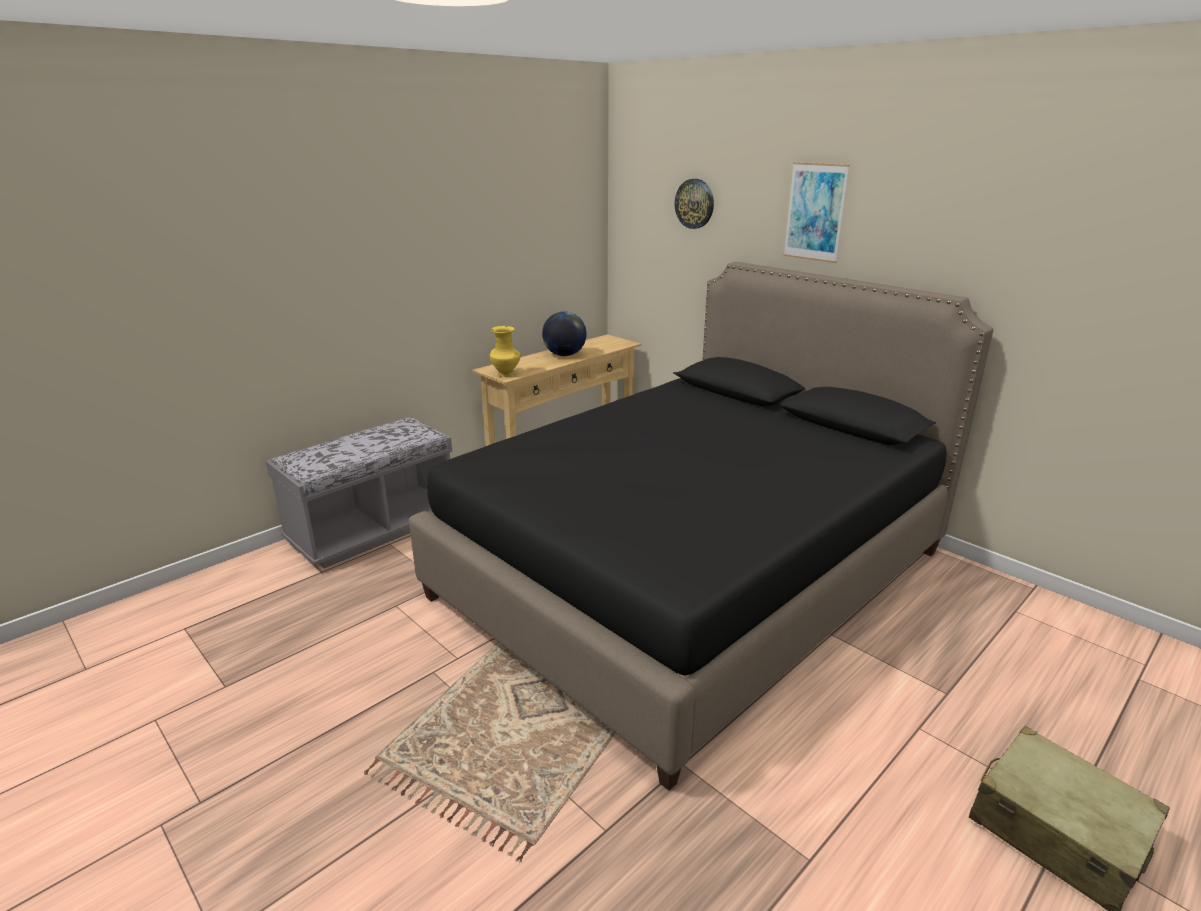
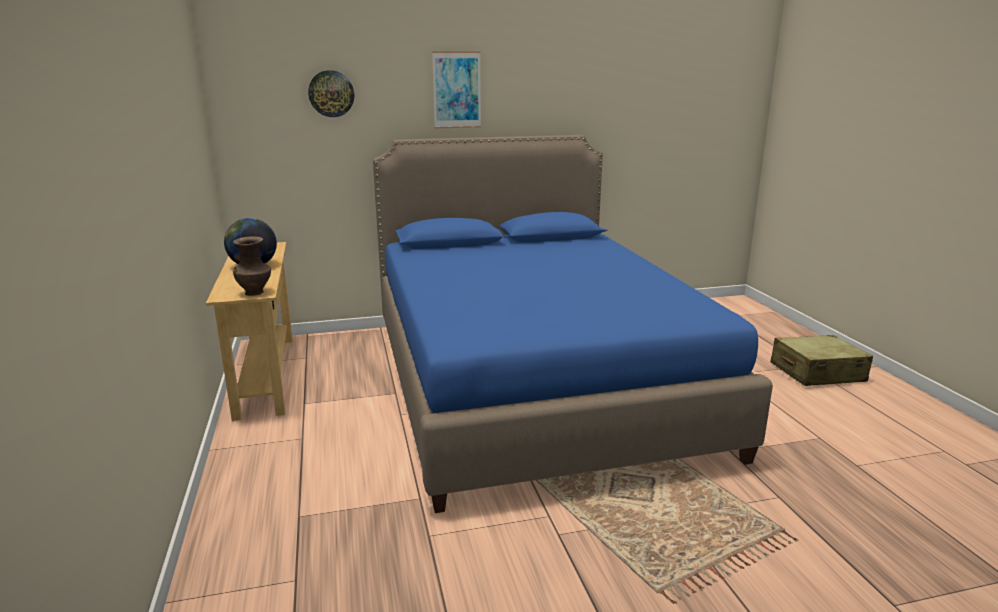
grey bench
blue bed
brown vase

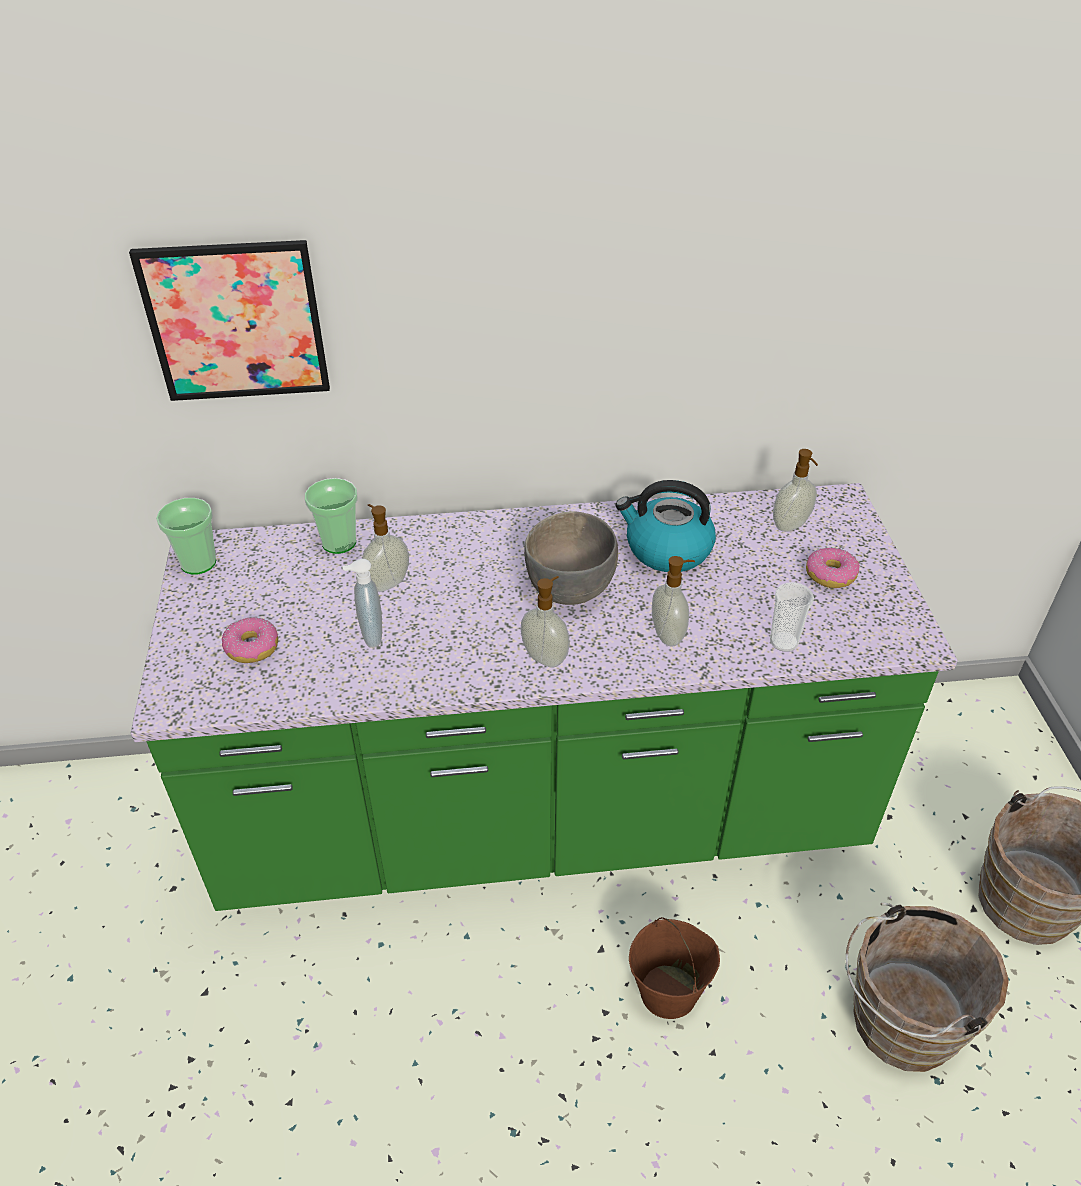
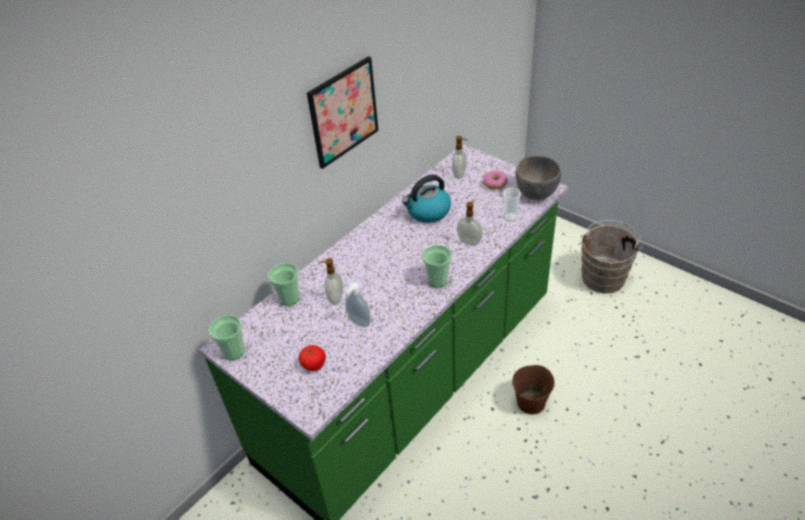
picture
tomato
cup (no. 3 from left)
grey bowl
brown bucket (no. 2 from left in the first image)

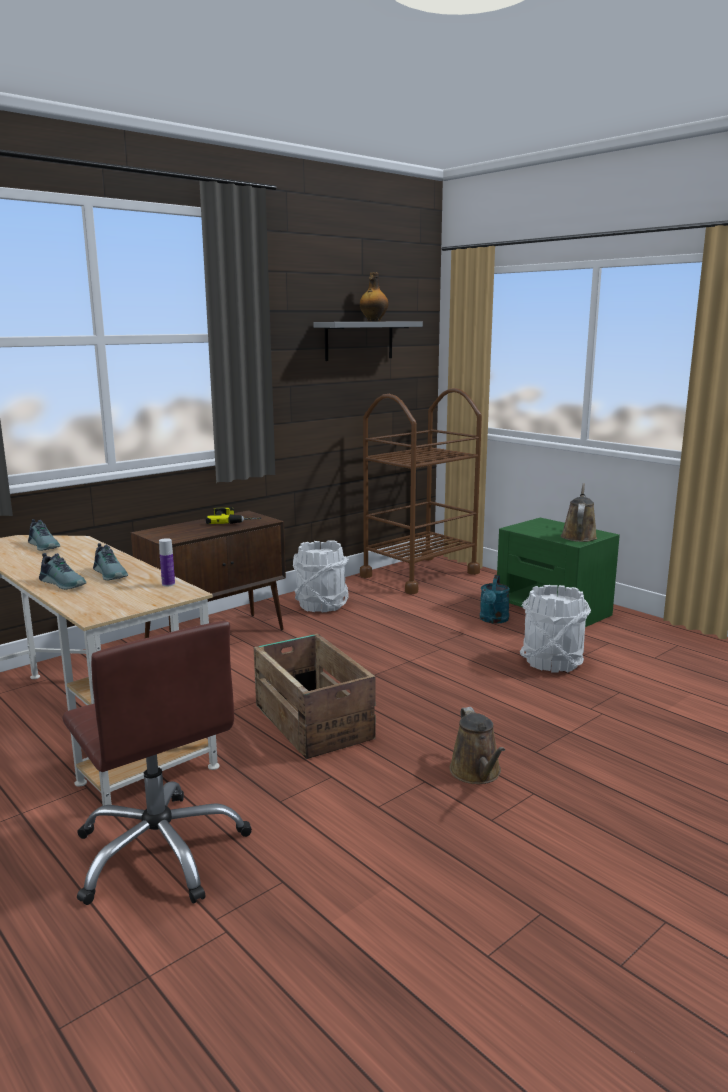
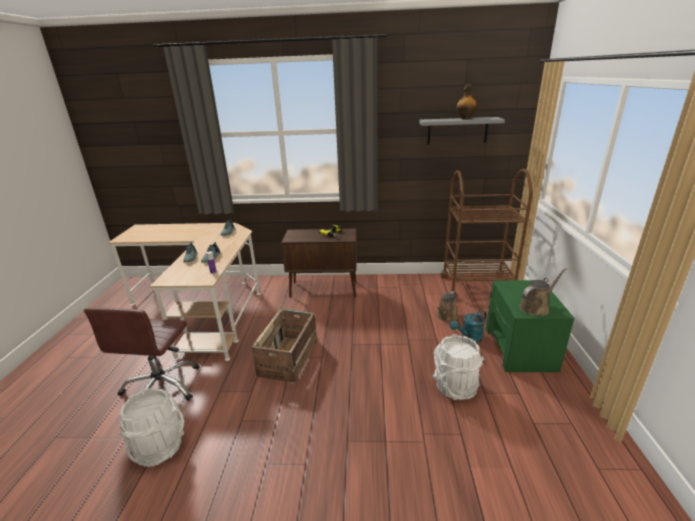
white bucket (no. 1 from left)
brown watering can (no. 1 from left)

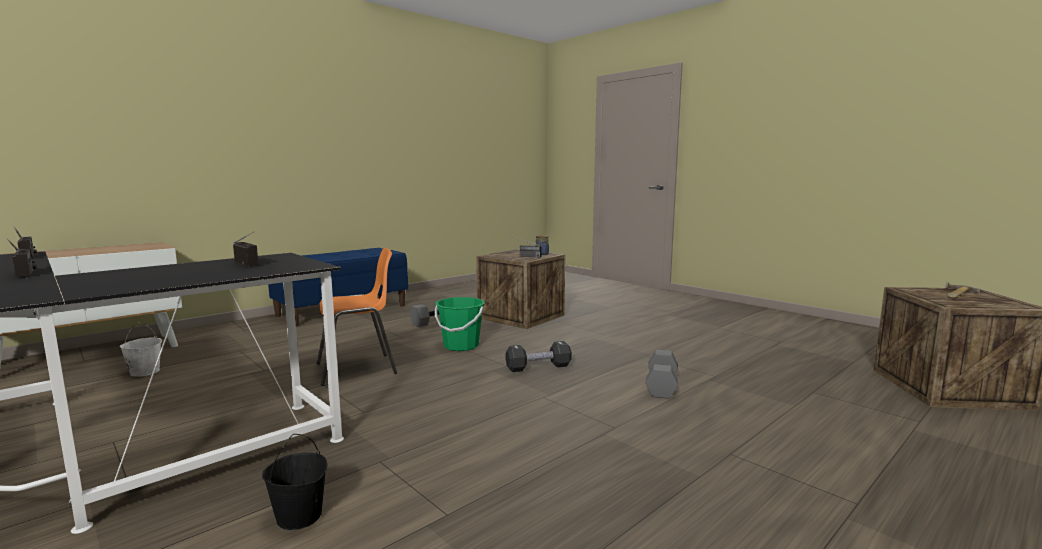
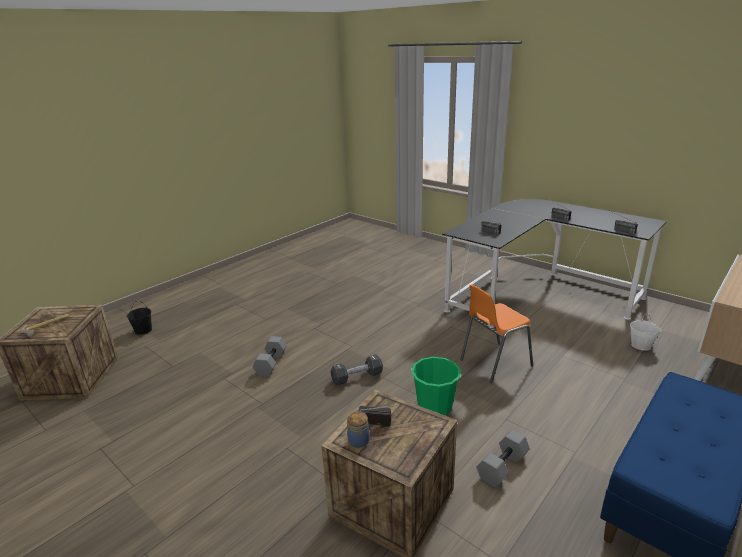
black bucket

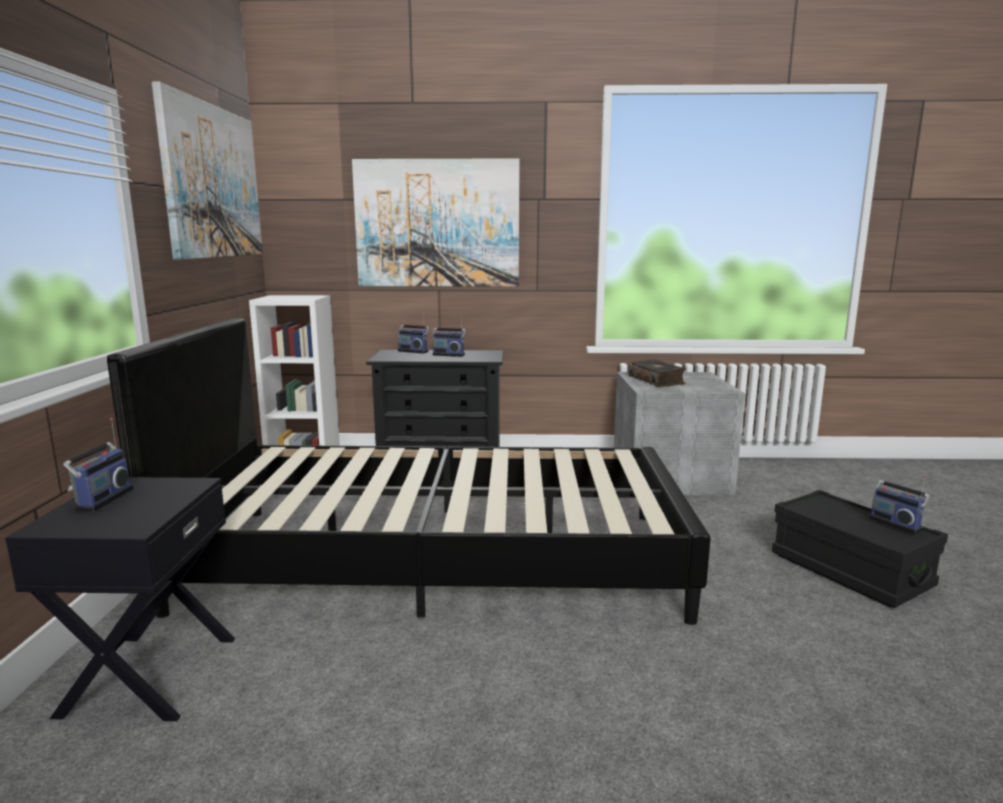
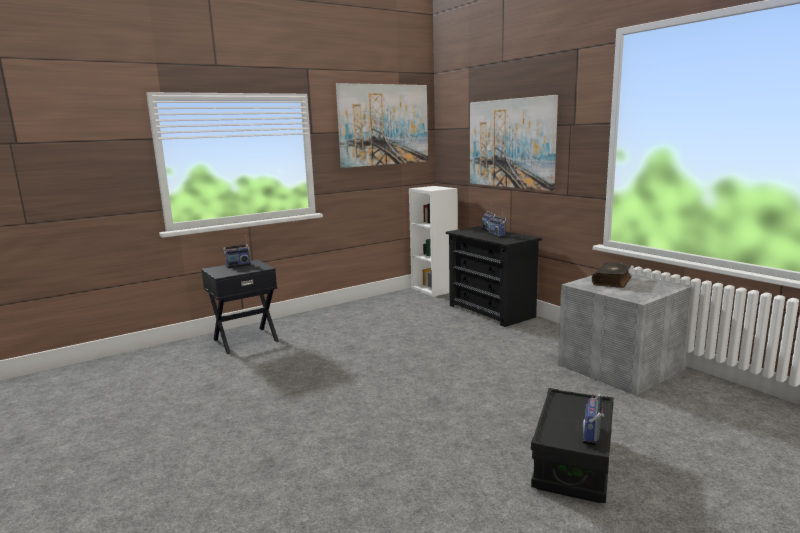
black bed

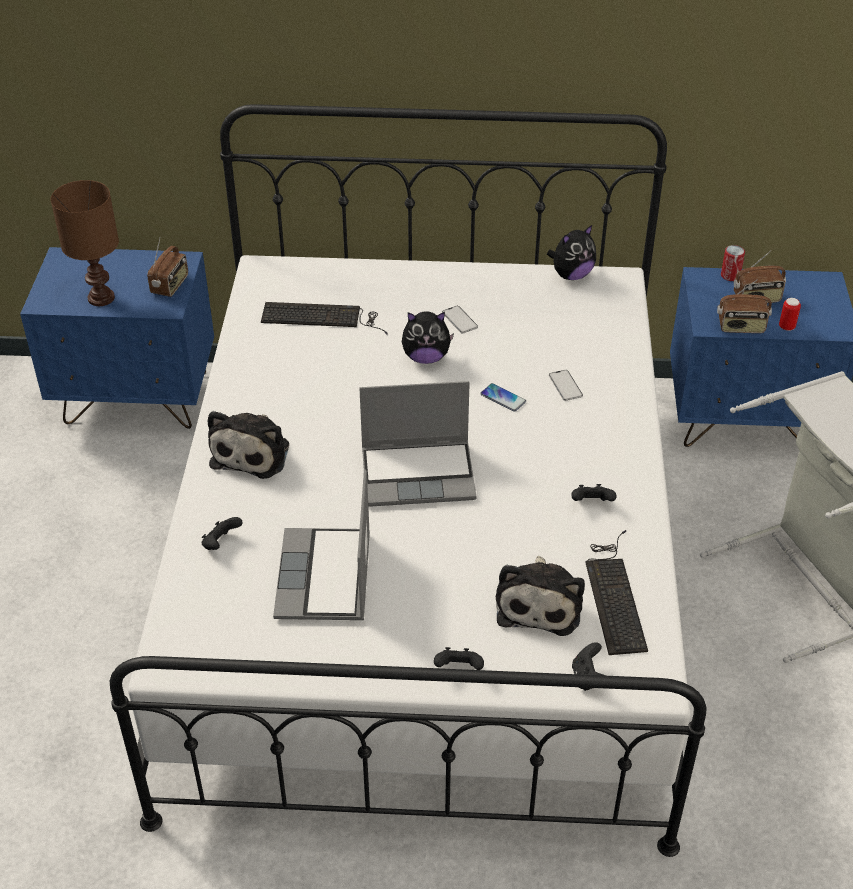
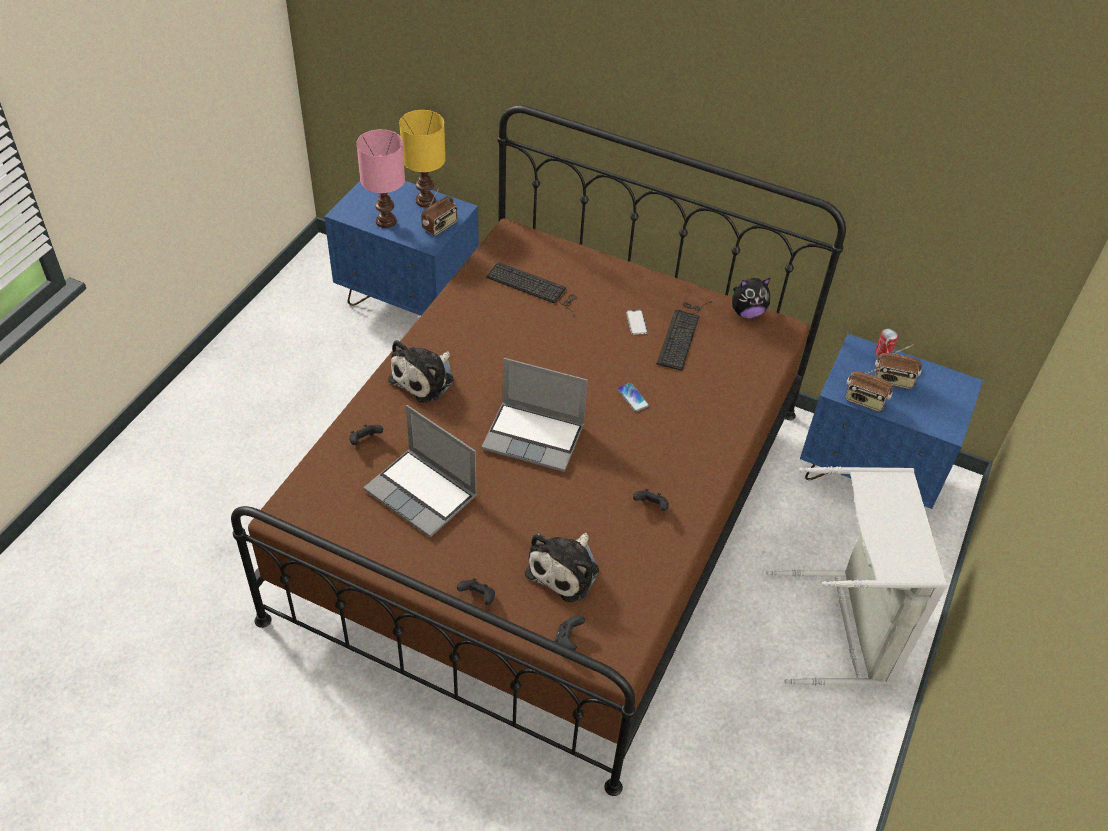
pink table lamp
brown bed
laptop (no. 1 from left)
plush toy (no. 2 from left in the first image)
phone (no. 3 from left in the first image)
keyboard (no. 2 from left)
can (no. 2 from left in the first image)
yellow table lamp

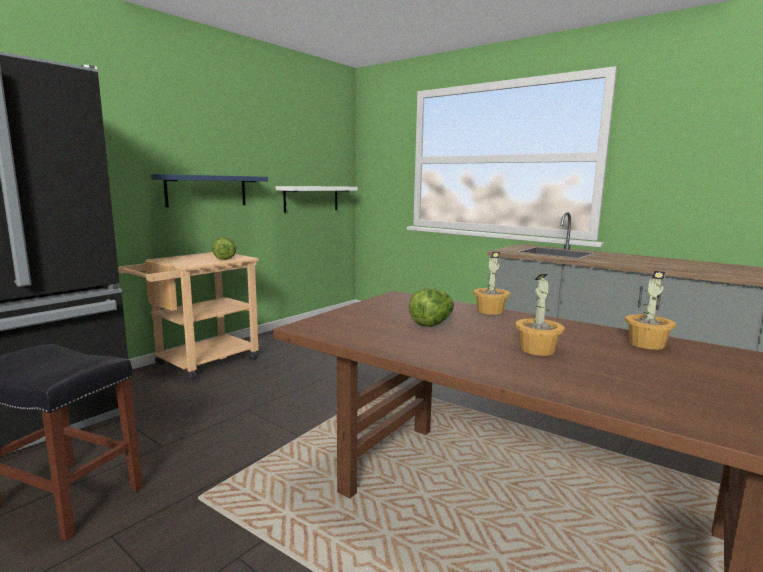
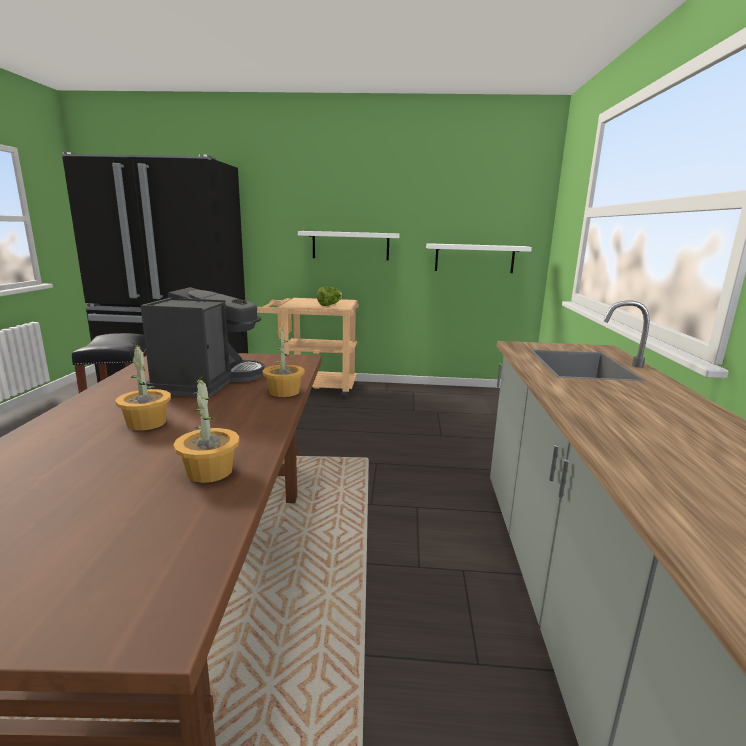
white shelf (no. 1 from left)
coffee machine

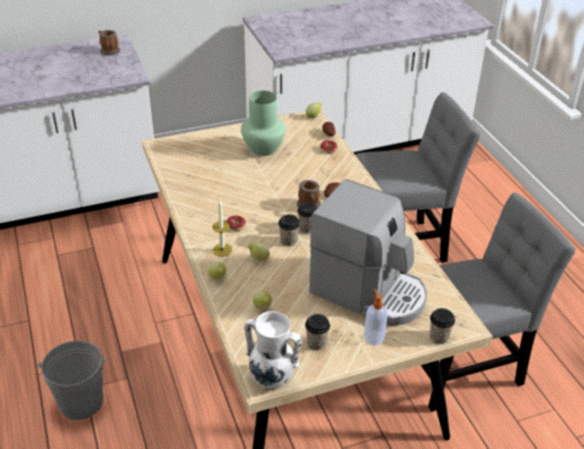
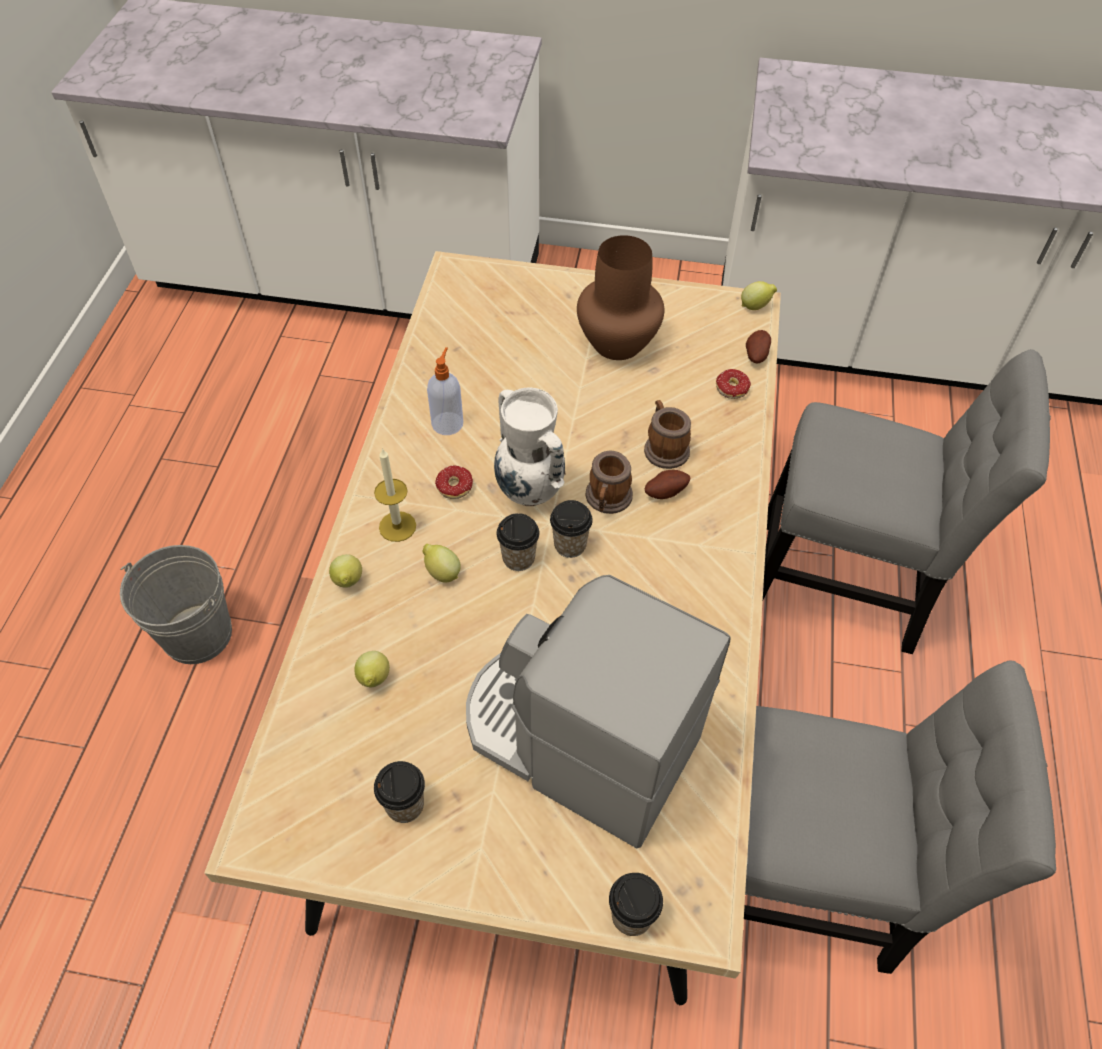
mug (no. 2 from left)
brown vase
white vase
coffee machine
soap dispenser

